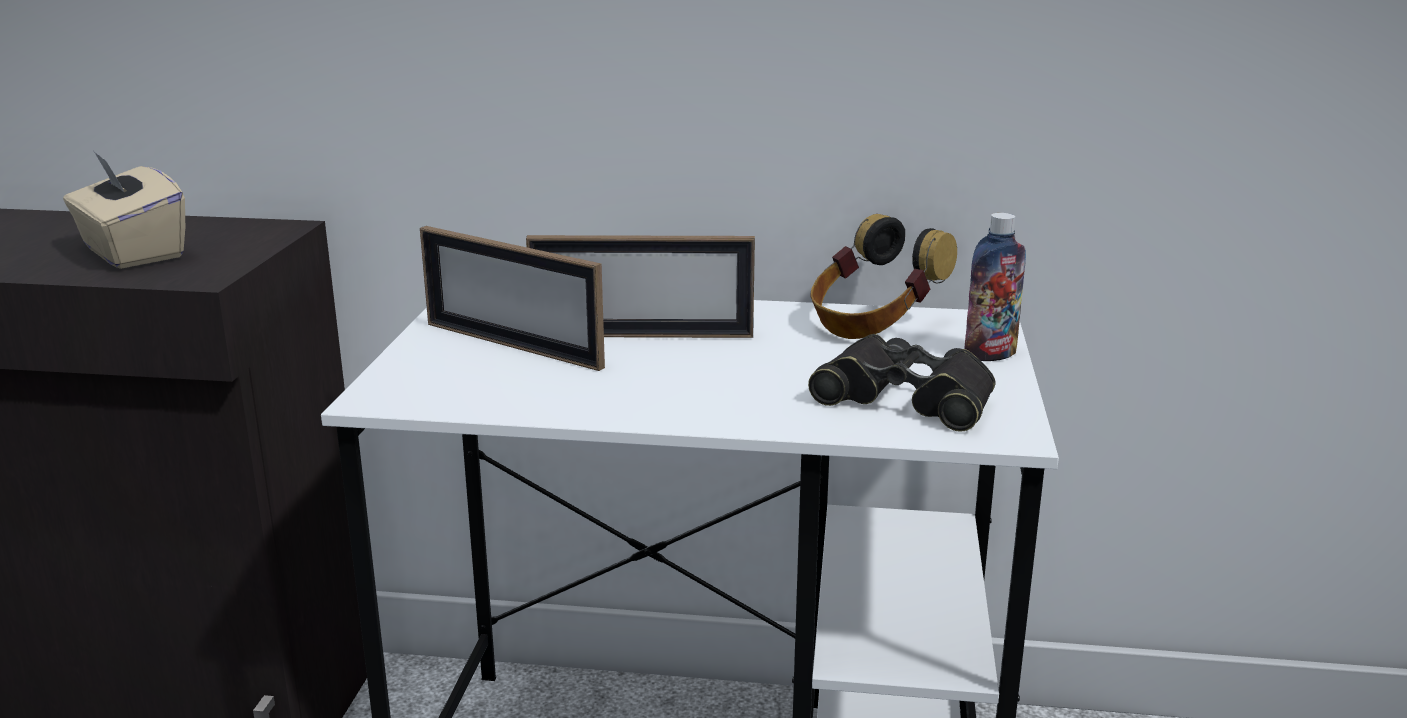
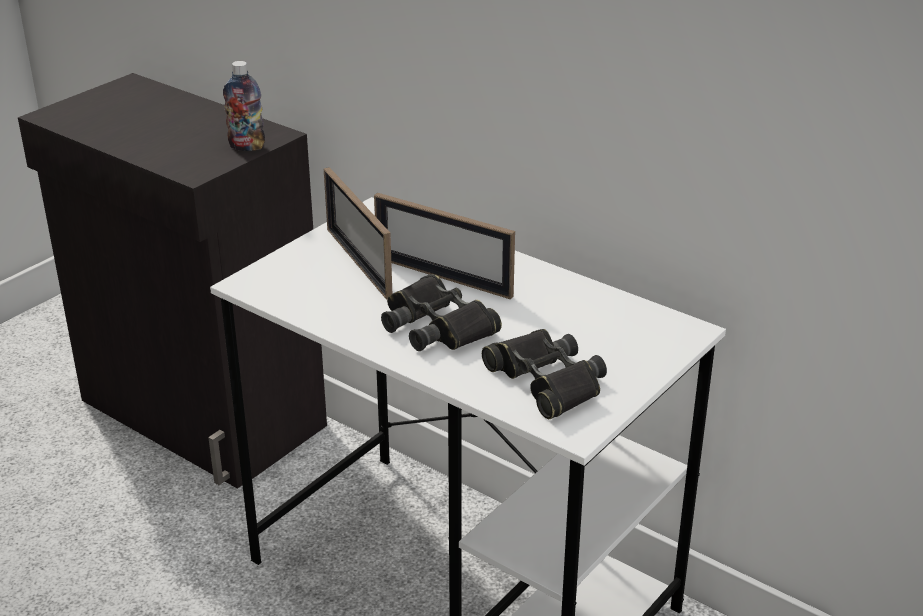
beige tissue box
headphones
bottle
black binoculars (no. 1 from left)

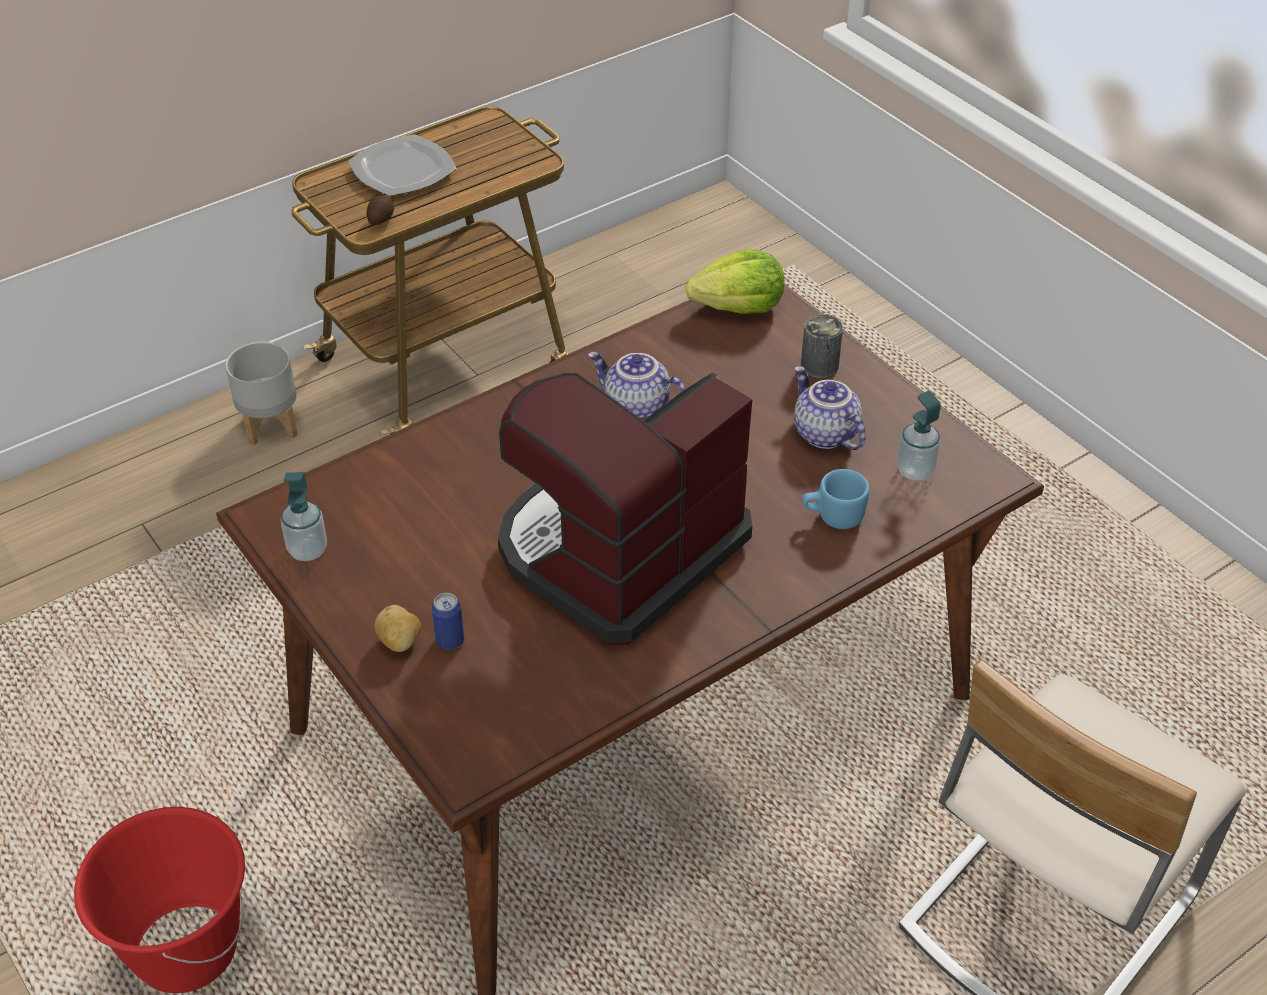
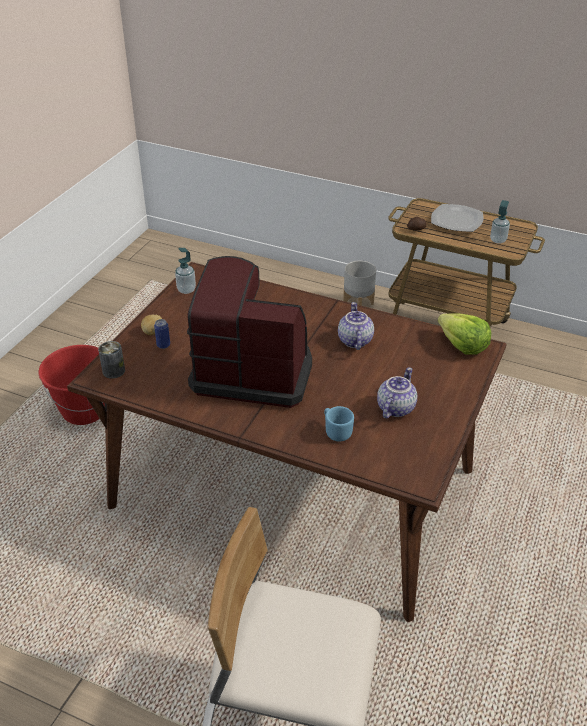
can (no. 1 from left)
soap dispenser (no. 2 from left)

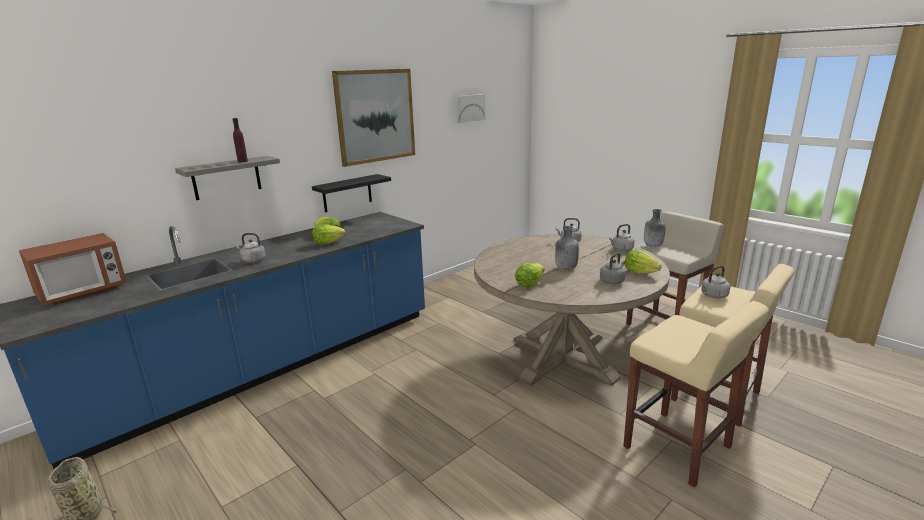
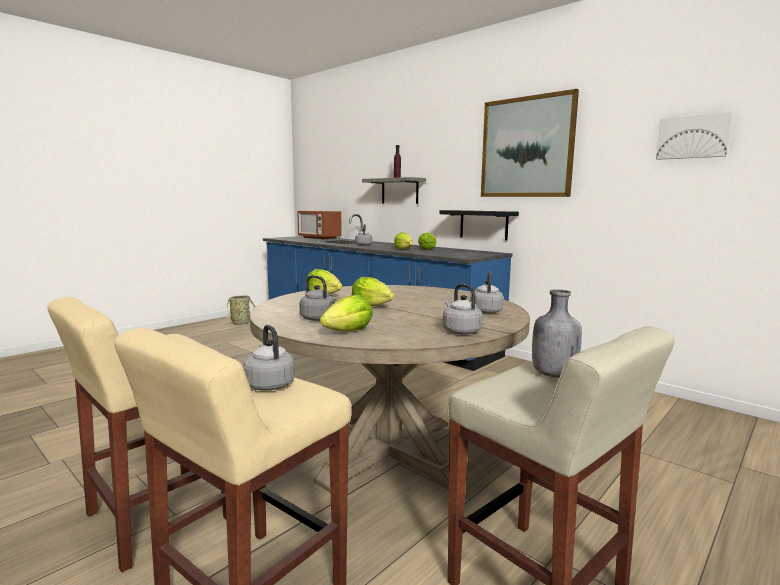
lettuce (no. 3 from left)

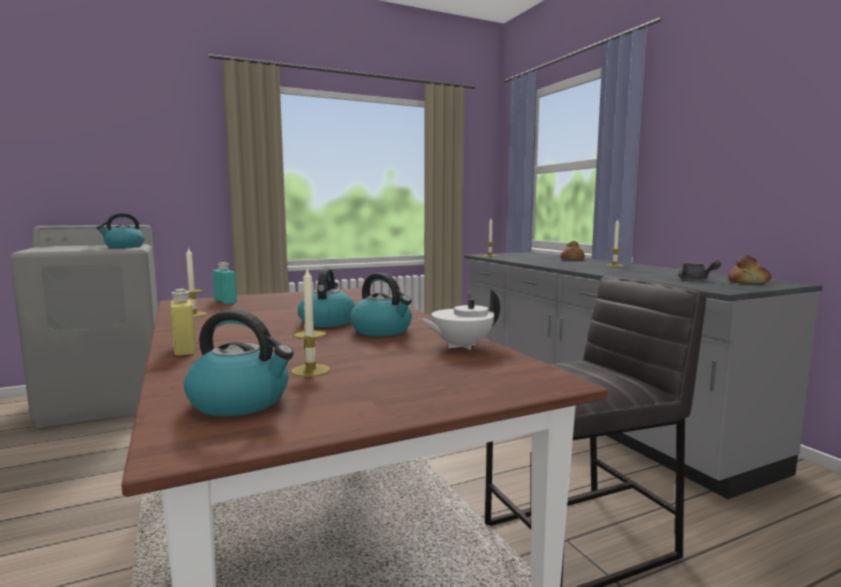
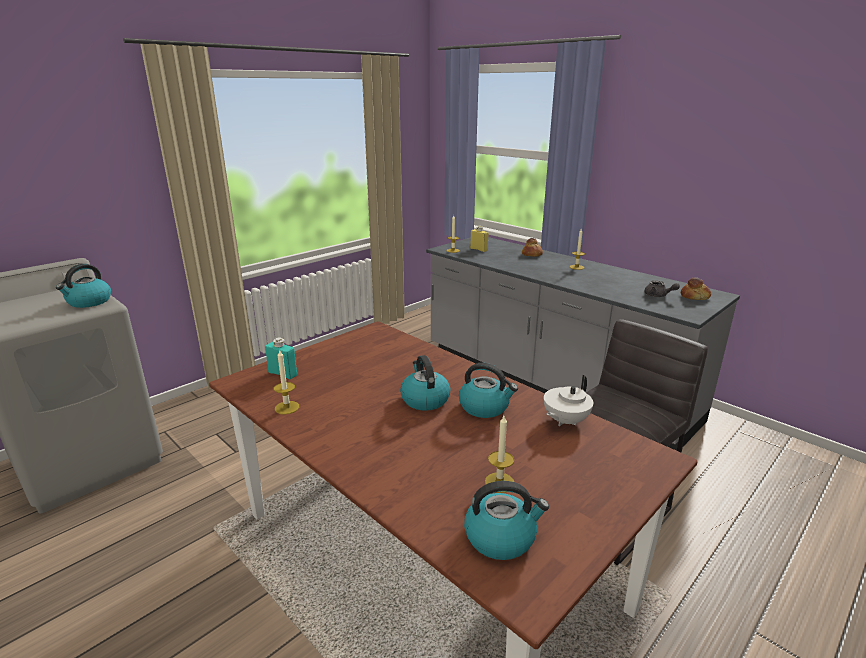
yellow bottle

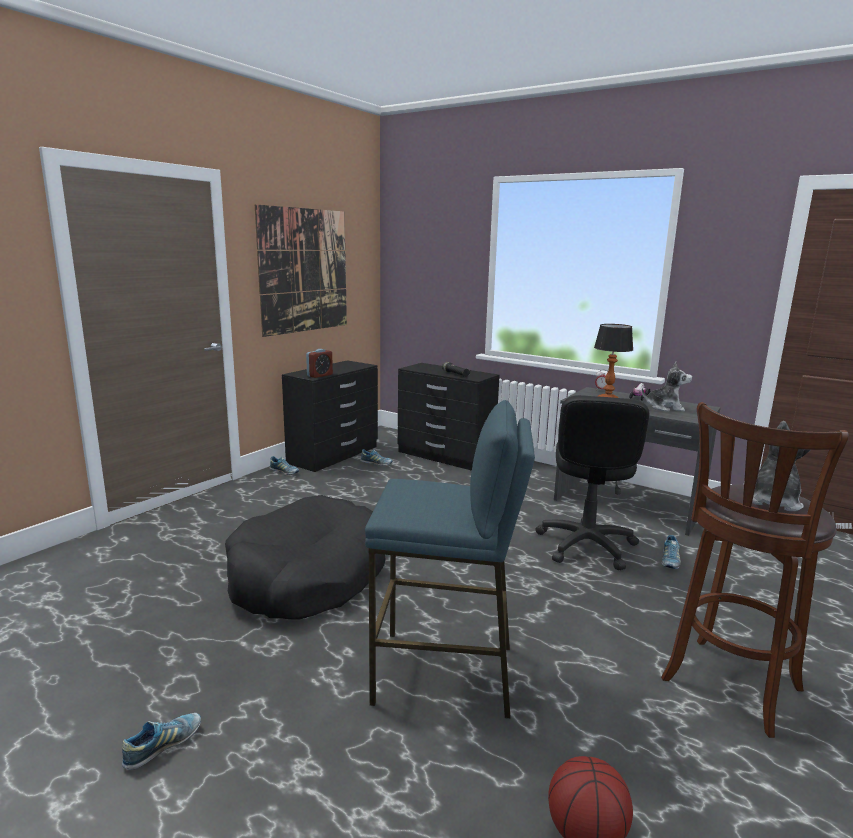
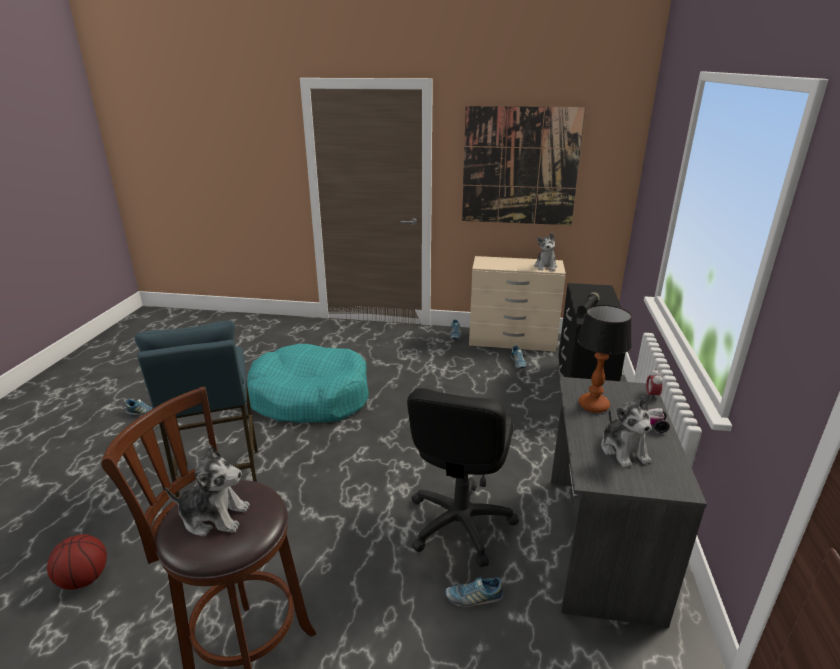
turquoise dog bed
beige dresser
alarm clock (no. 1 from left in the first image)
black office chair
plush toy (no. 2 from left)

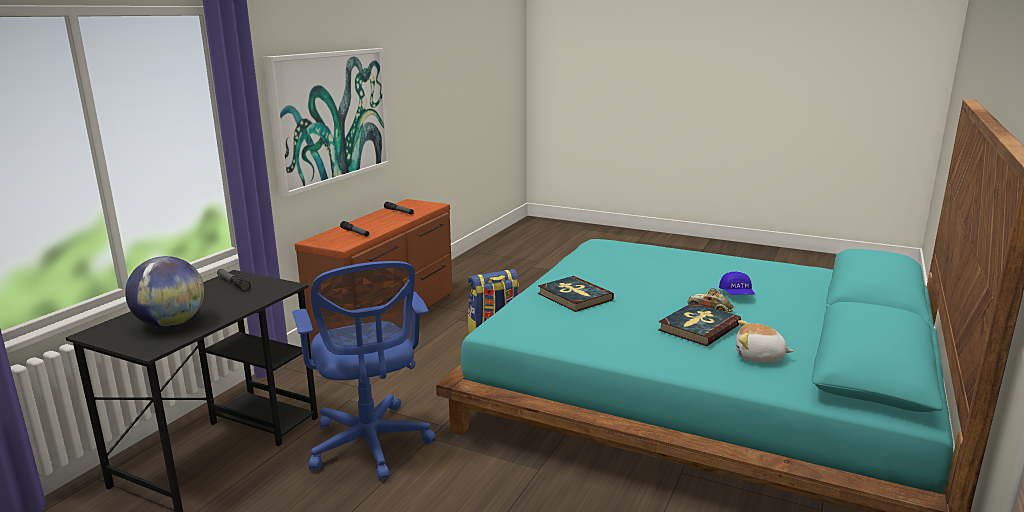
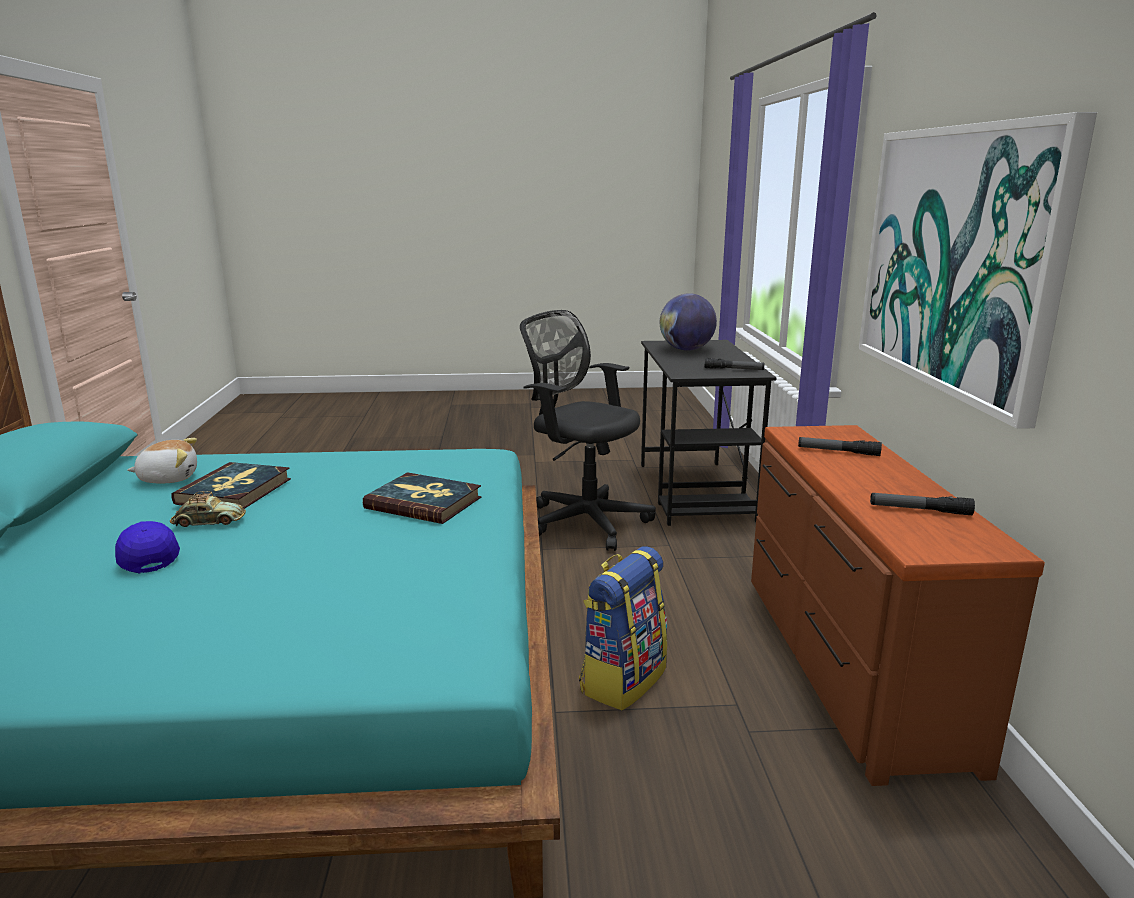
black office chair

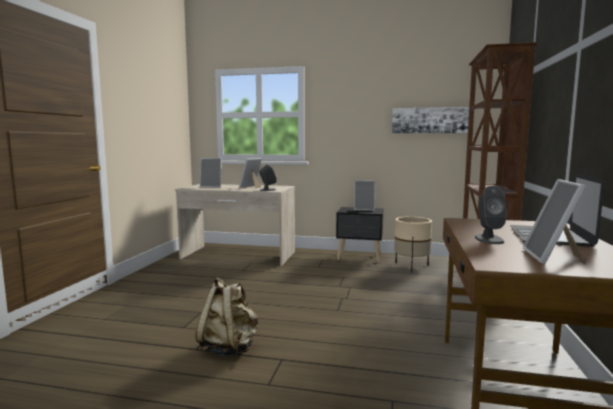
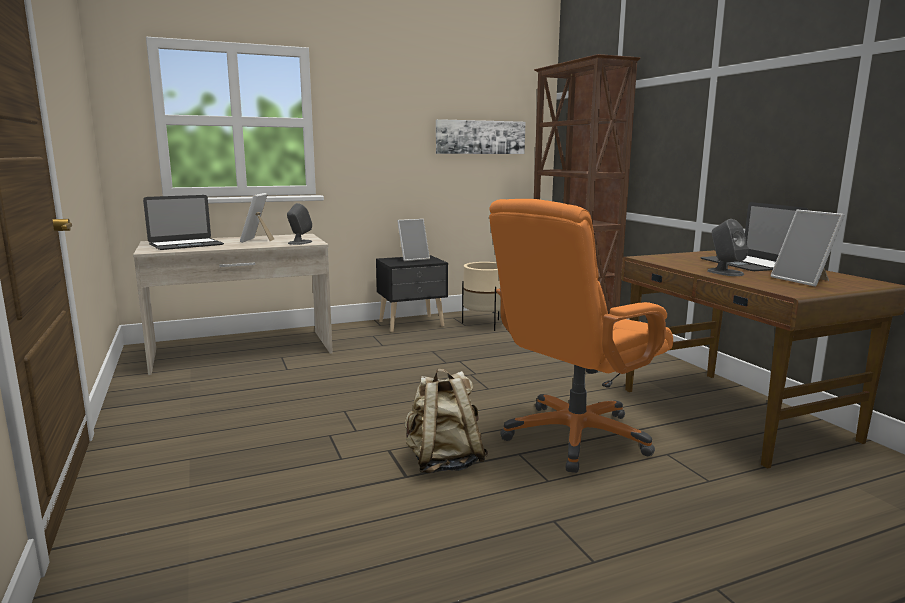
laptop (no. 1 from left)
orange office chair

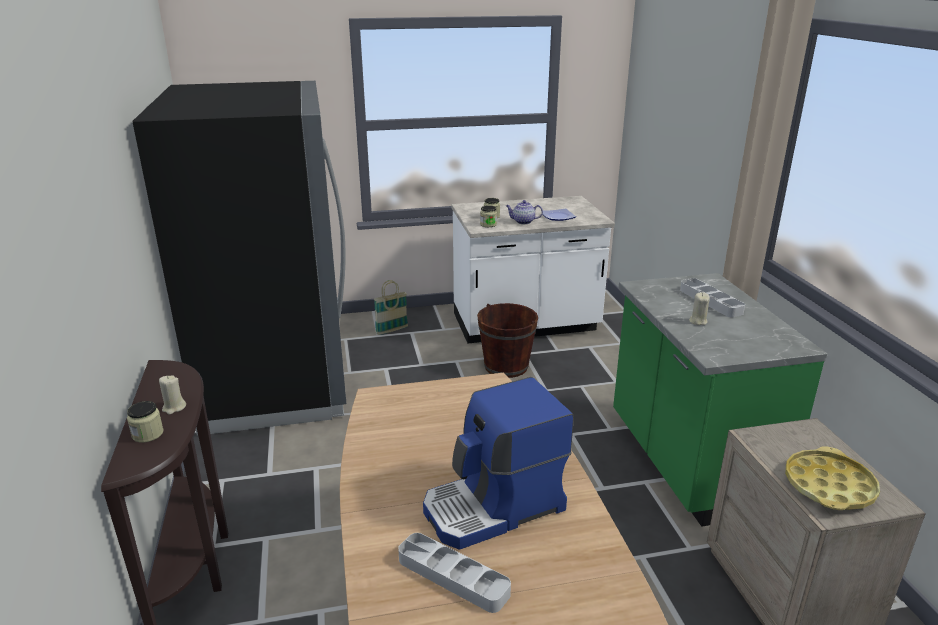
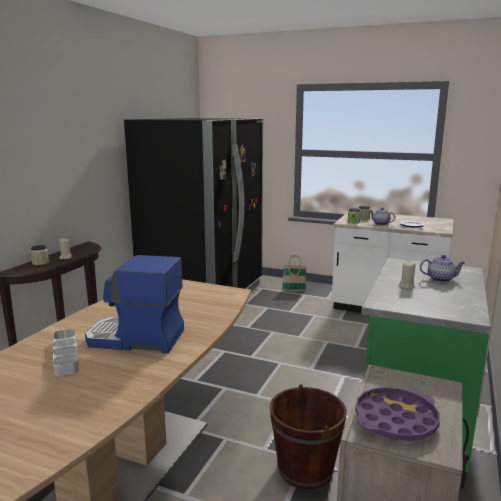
brown bucket
teapot (no. 2 from left)
purple tray

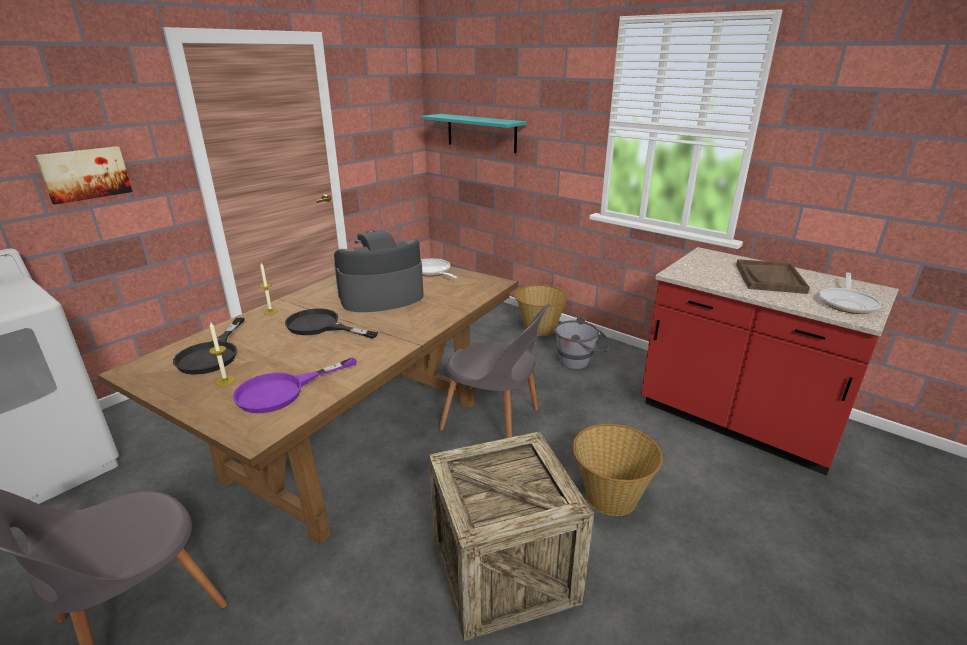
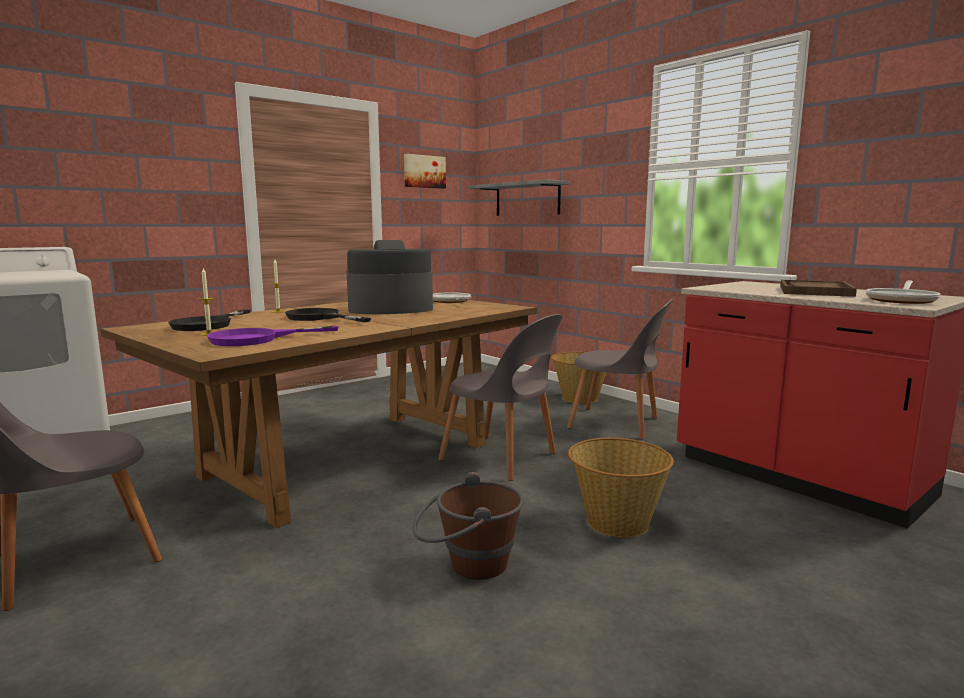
picture
grey shelf
brown bucket
grey chair (no. 3 from left)

